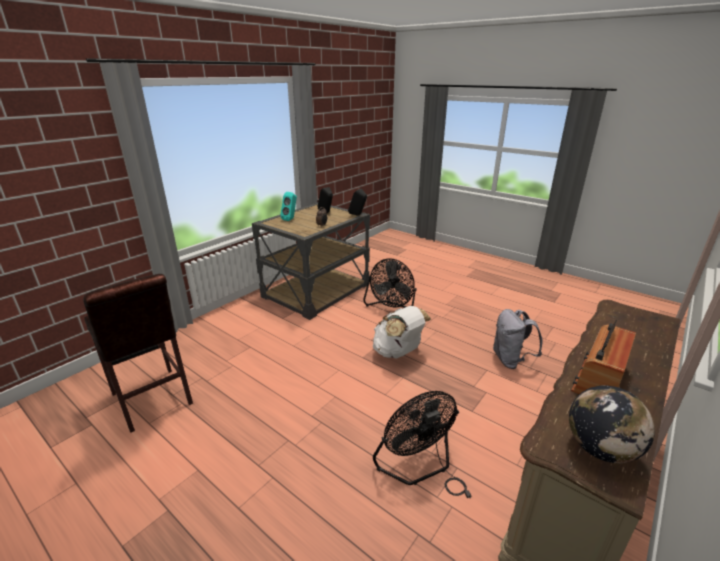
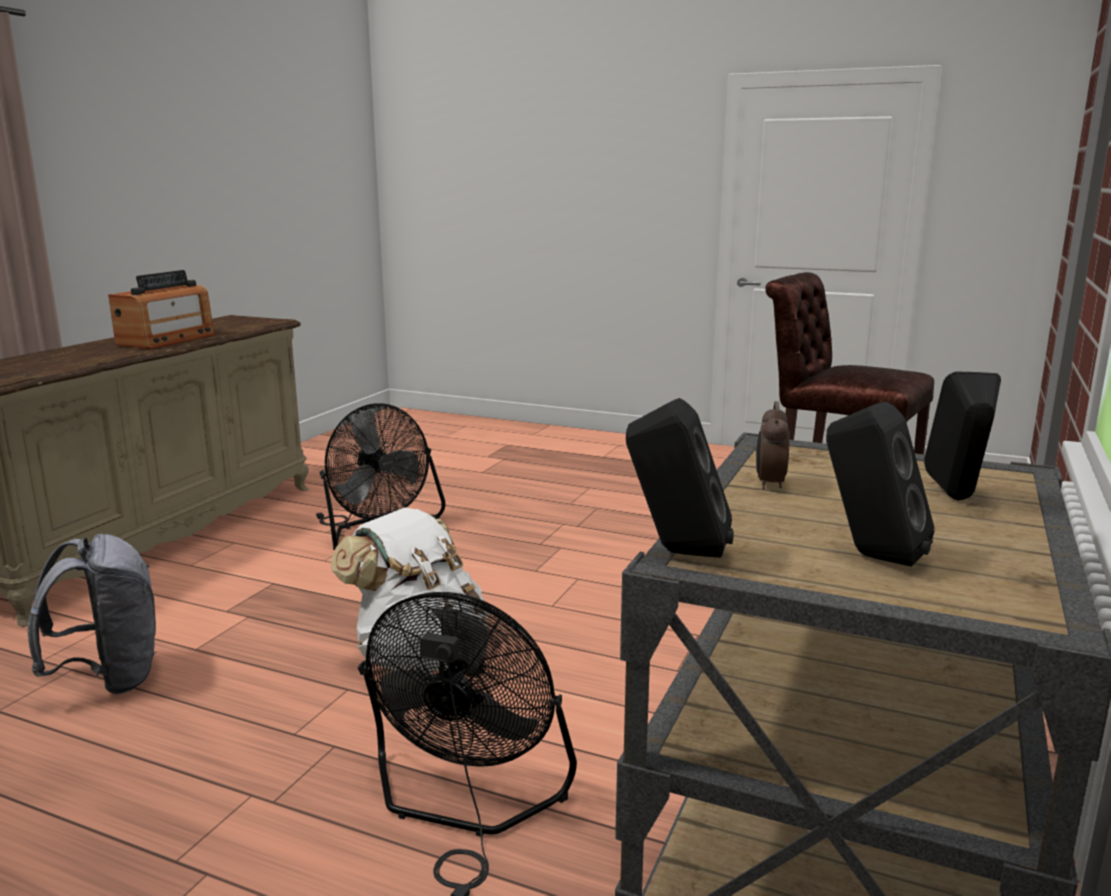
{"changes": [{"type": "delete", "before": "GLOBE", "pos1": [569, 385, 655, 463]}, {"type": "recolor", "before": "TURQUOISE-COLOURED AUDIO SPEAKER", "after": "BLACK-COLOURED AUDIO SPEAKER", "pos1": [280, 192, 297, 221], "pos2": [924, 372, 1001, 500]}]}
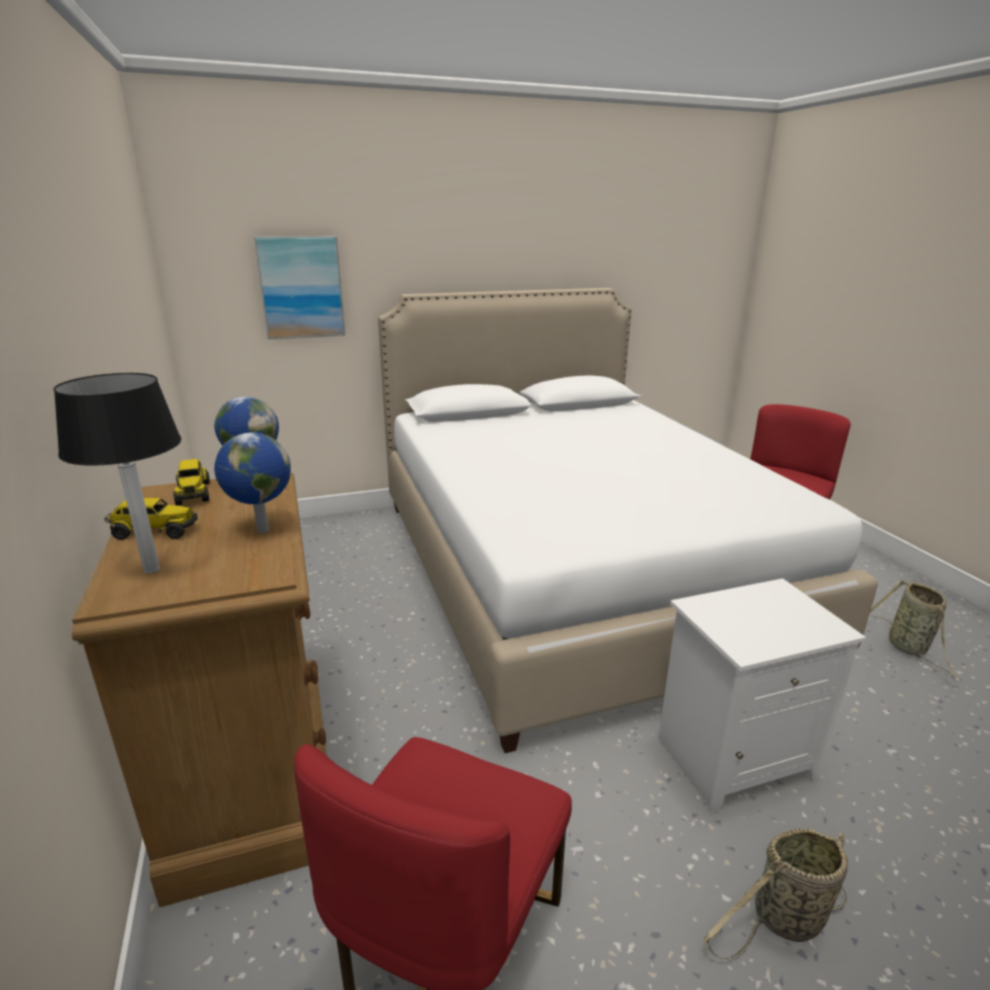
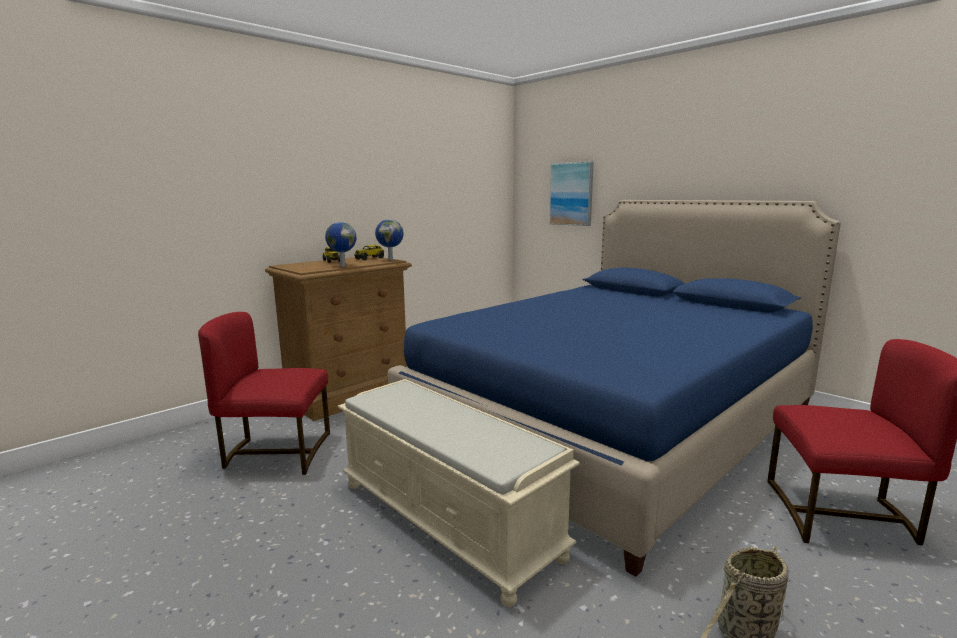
{"changes": [{"type": "delete", "before": "TABLE LAMP", "pos1": [53, 373, 181, 574]}, {"type": "delete", "before": "STORAGE BASKET", "pos1": [703, 829, 848, 961]}, {"type": "replace", "before": "WHITE BEDSIDE TABLE", "after": "BEIGE-COLOURED BENCH", "pos1": [658, 578, 866, 814], "pos2": [338, 379, 580, 607]}, {"type": "recolor", "before": "WHITE BED", "after": "BLUISH BED", "pos1": [378, 288, 878, 753], "pos2": [388, 200, 841, 577]}]}
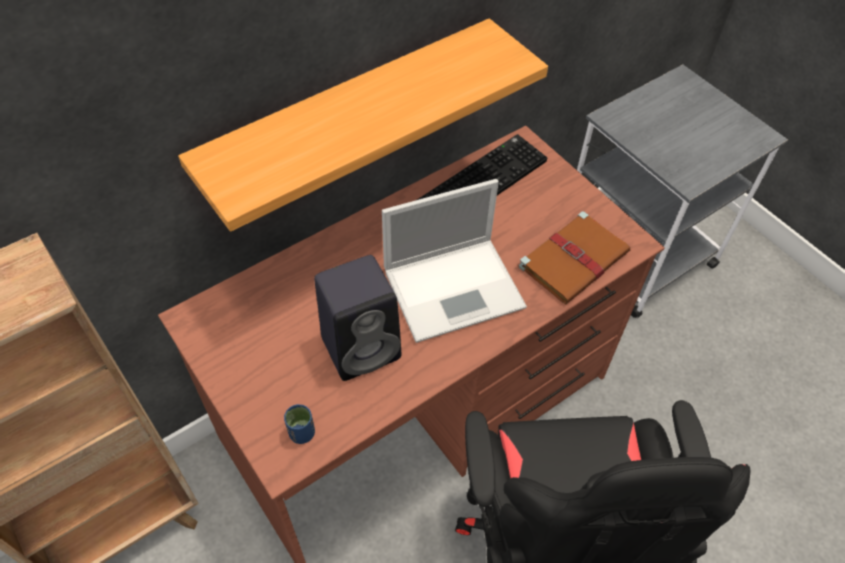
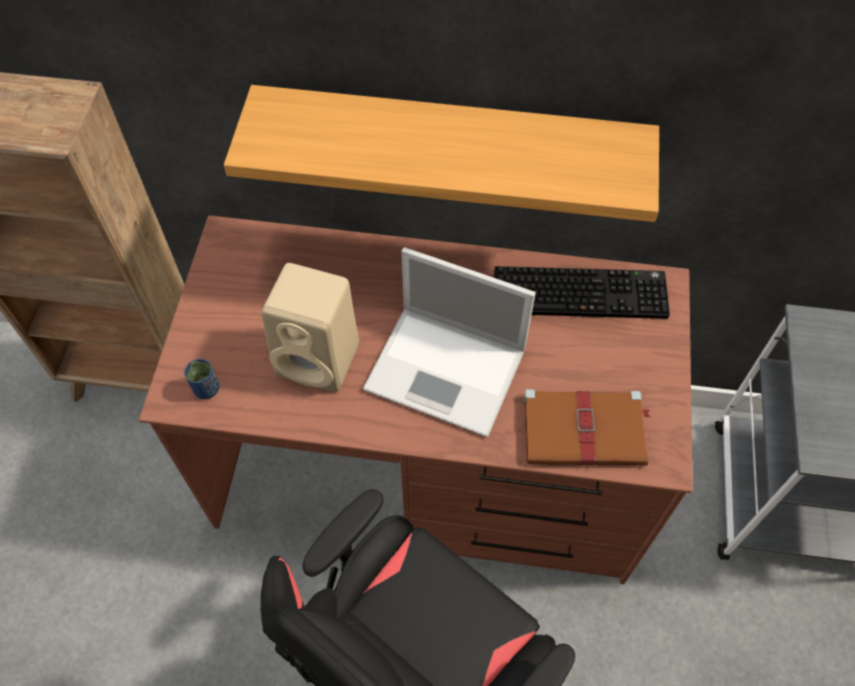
{"changes": [{"type": "recolor", "before": "BLACK-COLOURED AUDIO SPEAKER", "after": "BEIGE-COLOURED AUDIO SPEAKER", "pos1": [314, 255, 401, 381], "pos2": [262, 263, 359, 392]}]}
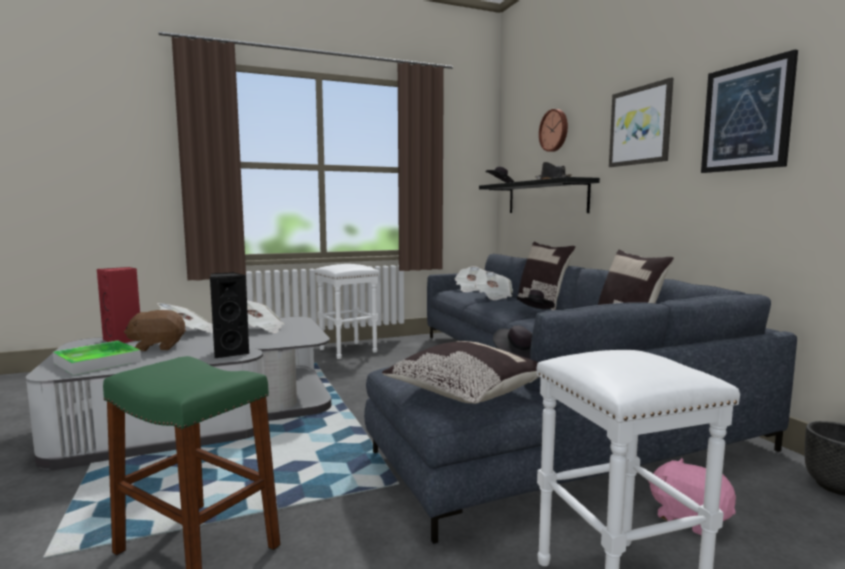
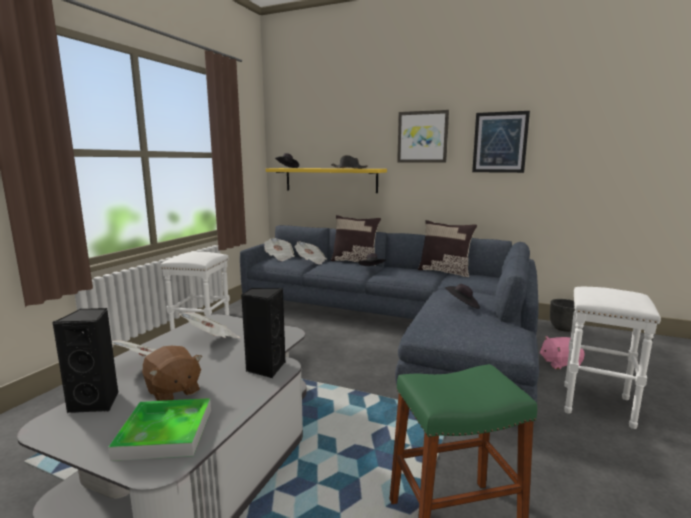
{"changes": [{"type": "delete", "before": "THROW PILLOW", "pos1": [382, 341, 539, 404]}, {"type": "delete", "before": "WALL CLOCK", "pos1": [539, 109, 568, 152]}, {"type": "recolor", "before": "RED AUDIO SPEAKER", "after": "BLACK-COLOURED AUDIO SPEAKER", "pos1": [97, 267, 140, 343], "pos2": [52, 308, 119, 414]}, {"type": "recolor", "before": "BLACK-COLOURED BRACKET SHELF", "after": "YELLOW-COLOURED BRACKET SHELF", "pos1": [479, 177, 600, 213], "pos2": [266, 168, 387, 193]}, {"type": "rotate", "before": "BROWN-COLOURED CUDDLY TOY", "pos1": [124, 310, 186, 351], "pos2": [142, 346, 202, 401], "turn": -75}]}
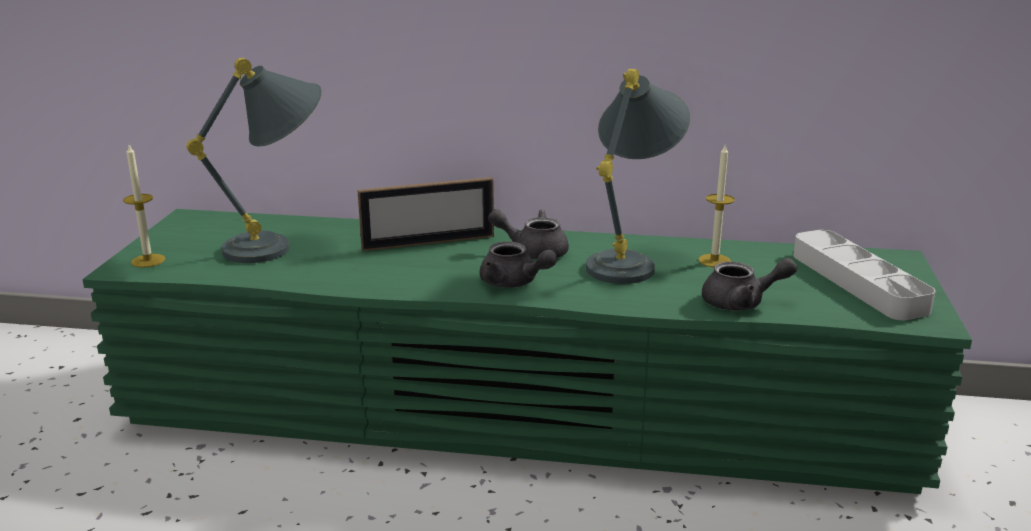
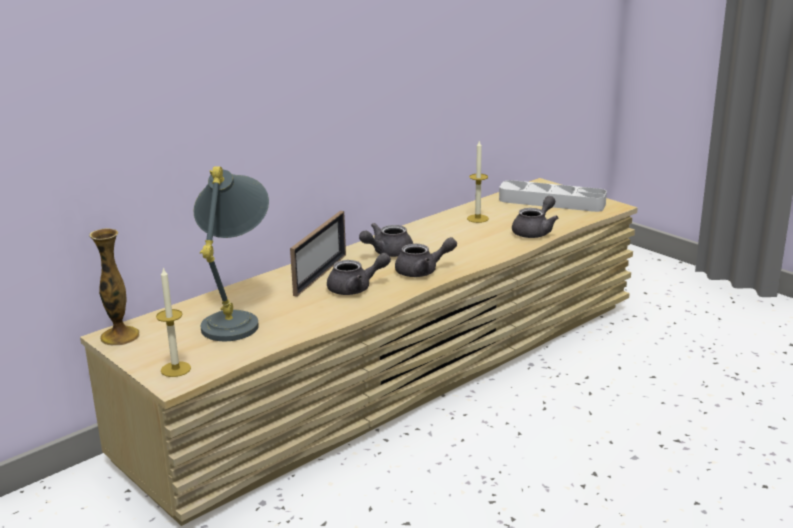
{"changes": [{"type": "delete", "before": "GRAY TABLE LAMP", "pos1": [586, 69, 690, 284]}, {"type": "insert", "after": "VASE", "pos2": [89, 228, 140, 346]}, {"type": "insert", "after": "GRAY TEAPOT", "pos2": [327, 253, 391, 295]}, {"type": "recolor", "before": "GREEN TV UNIT", "after": "BEIGE-COLOURED TV UNIT", "pos1": [82, 209, 972, 494], "pos2": [80, 178, 638, 526]}]}
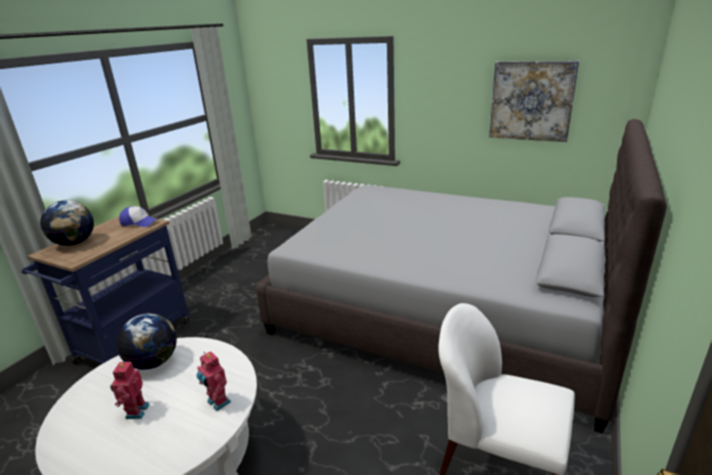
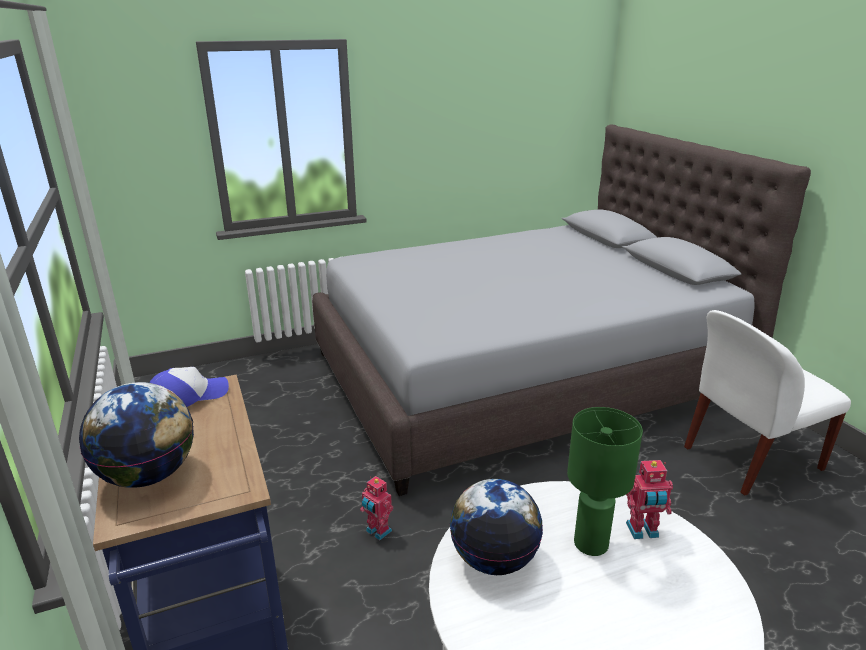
{"changes": [{"type": "delete", "before": "WALL PICTURE", "pos1": [489, 61, 579, 142]}, {"type": "insert", "after": "GREEN TABLE LAMP", "pos2": [567, 407, 643, 556]}, {"type": "move", "before": "TOY ROBOT", "pos1": [110, 359, 150, 419], "pos2": [360, 476, 393, 541]}]}
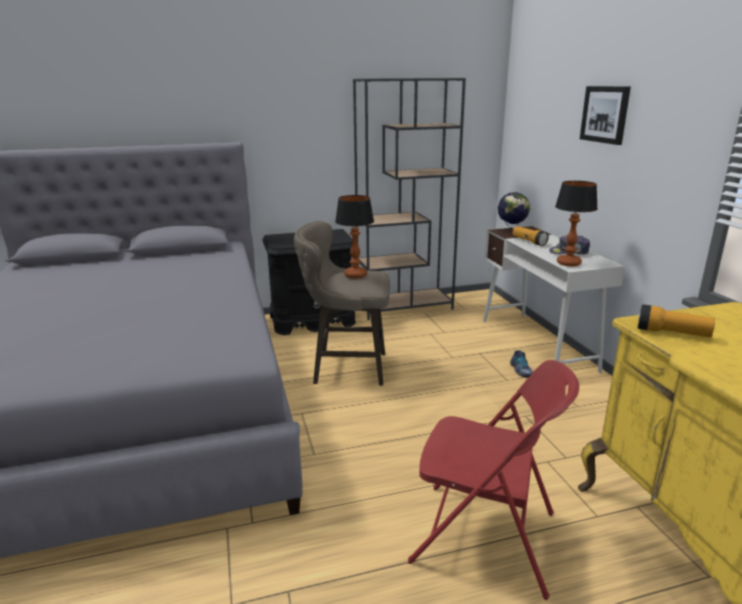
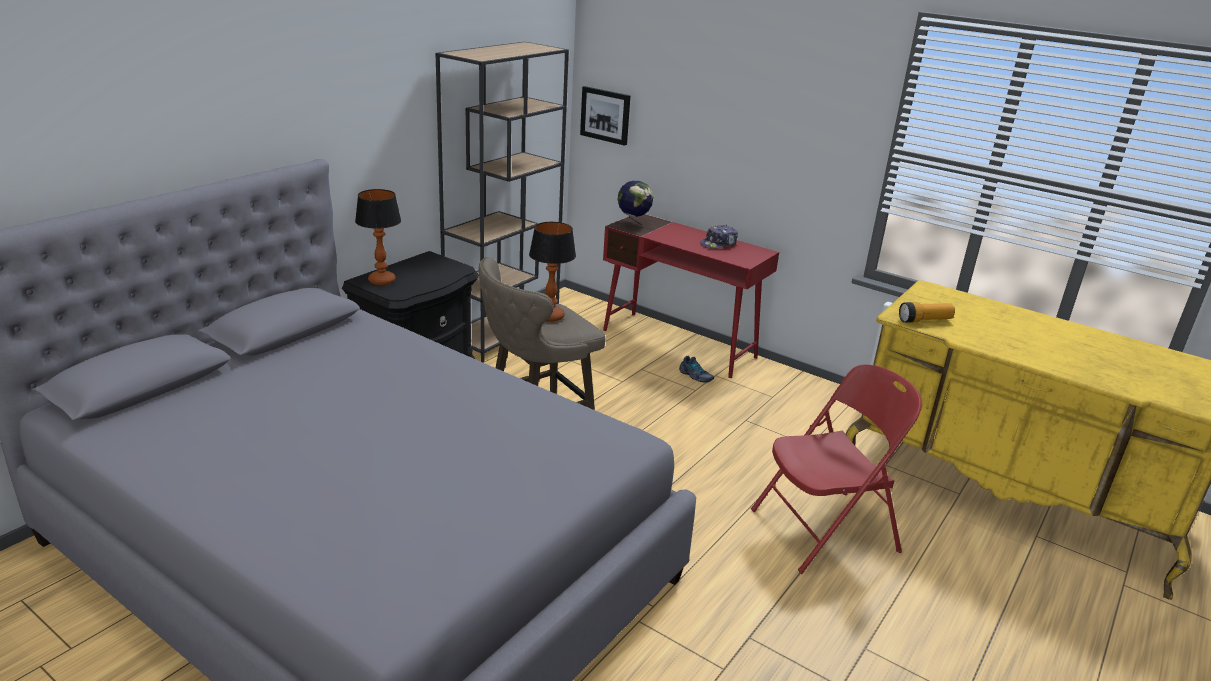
{"changes": [{"type": "delete", "before": "TORCH", "pos1": [513, 226, 549, 246]}, {"type": "move", "before": "TABLE LAMP", "pos1": [555, 181, 598, 266], "pos2": [355, 189, 401, 285]}, {"type": "move", "before": "WALL PICTURE", "pos1": [580, 86, 631, 145], "pos2": [580, 86, 630, 146]}, {"type": "recolor", "before": "WHITE DESK TABLE", "after": "RED DESK TABLE", "pos1": [483, 226, 625, 373], "pos2": [603, 214, 779, 378]}]}
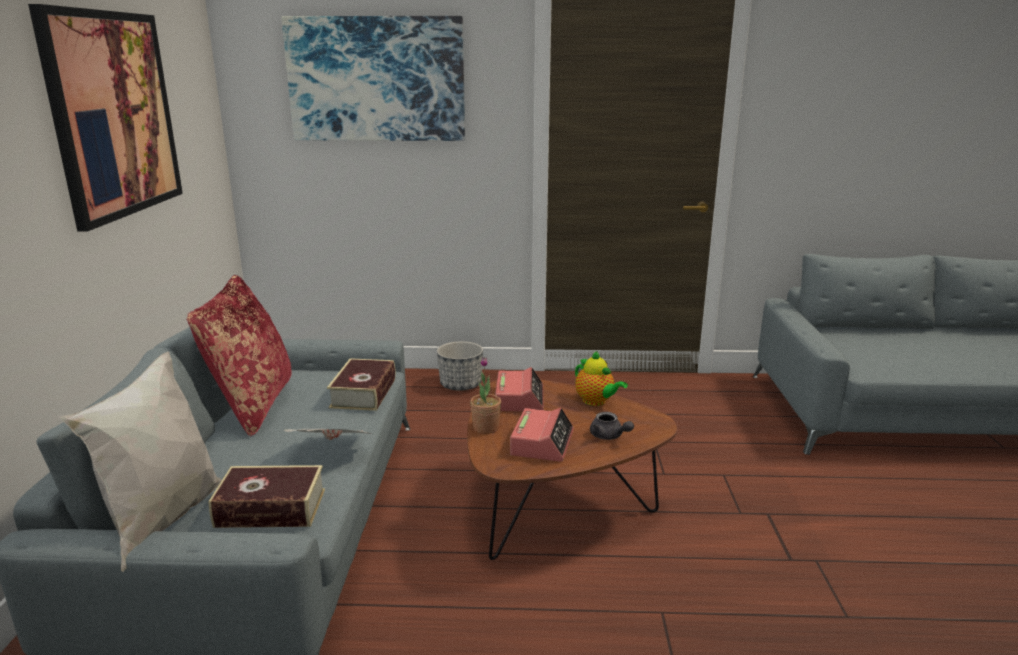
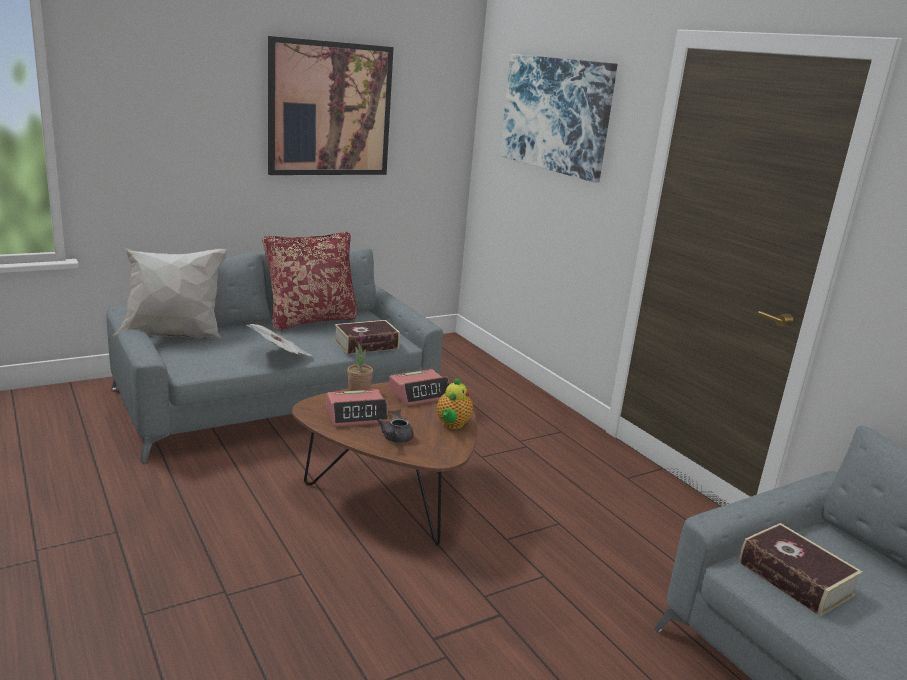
{"changes": [{"type": "delete", "before": "PLANT POT", "pos1": [437, 341, 483, 391]}, {"type": "move", "before": "BOUND BOOK", "pos1": [208, 465, 325, 528], "pos2": [739, 523, 863, 616]}]}
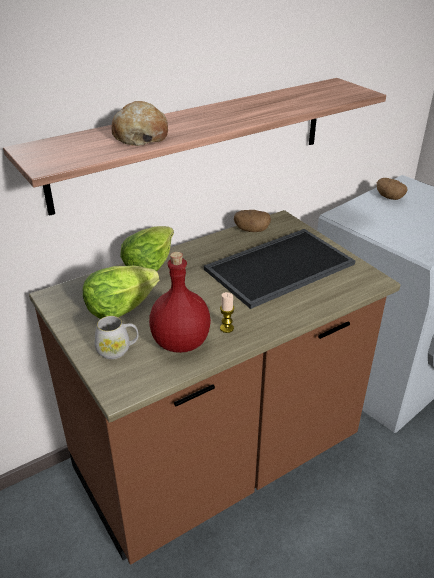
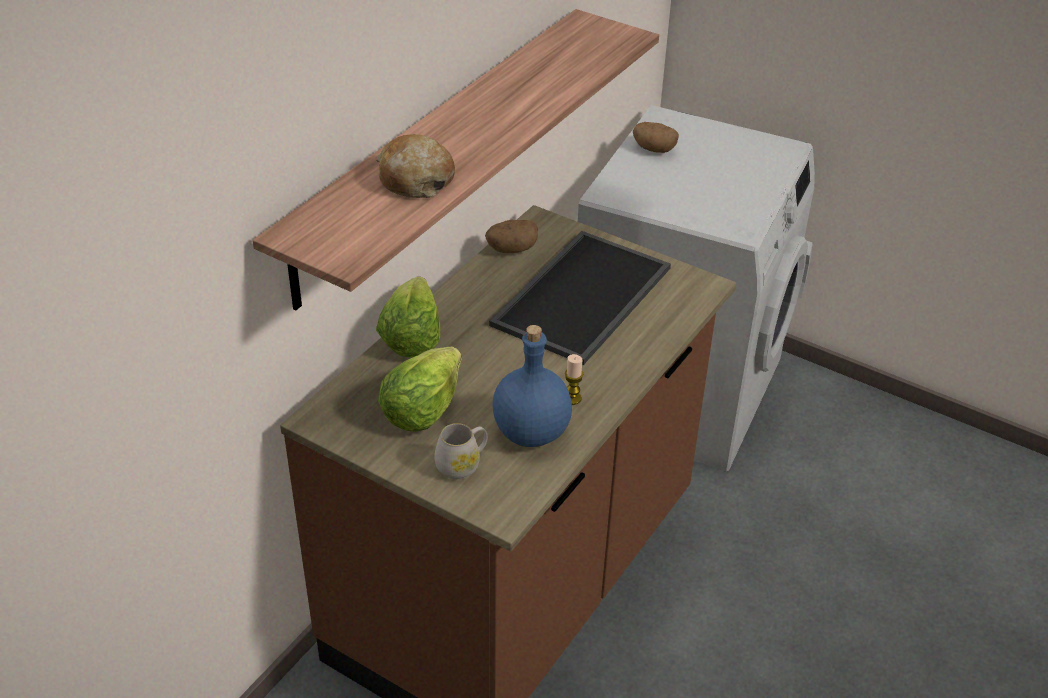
{"changes": [{"type": "recolor", "before": "RED DRINK BOTTLE", "after": "BLUISH DRINK BOTTLE", "pos1": [149, 252, 211, 353], "pos2": [492, 325, 572, 447]}]}
